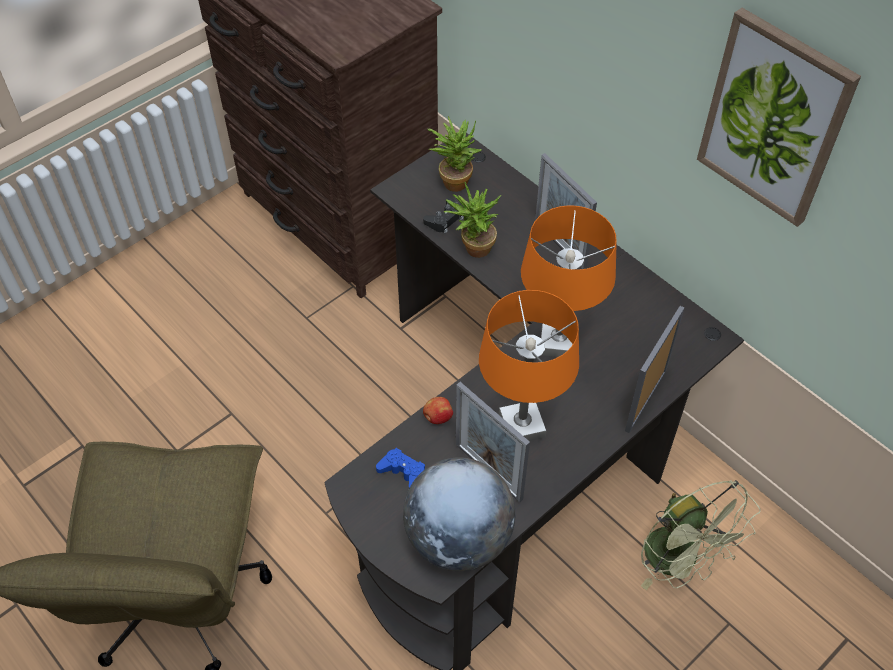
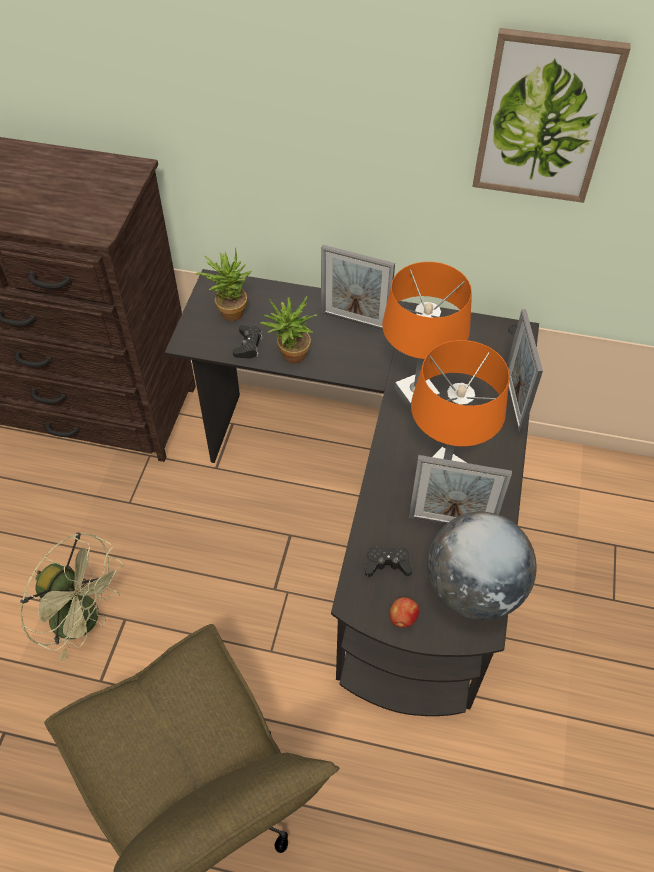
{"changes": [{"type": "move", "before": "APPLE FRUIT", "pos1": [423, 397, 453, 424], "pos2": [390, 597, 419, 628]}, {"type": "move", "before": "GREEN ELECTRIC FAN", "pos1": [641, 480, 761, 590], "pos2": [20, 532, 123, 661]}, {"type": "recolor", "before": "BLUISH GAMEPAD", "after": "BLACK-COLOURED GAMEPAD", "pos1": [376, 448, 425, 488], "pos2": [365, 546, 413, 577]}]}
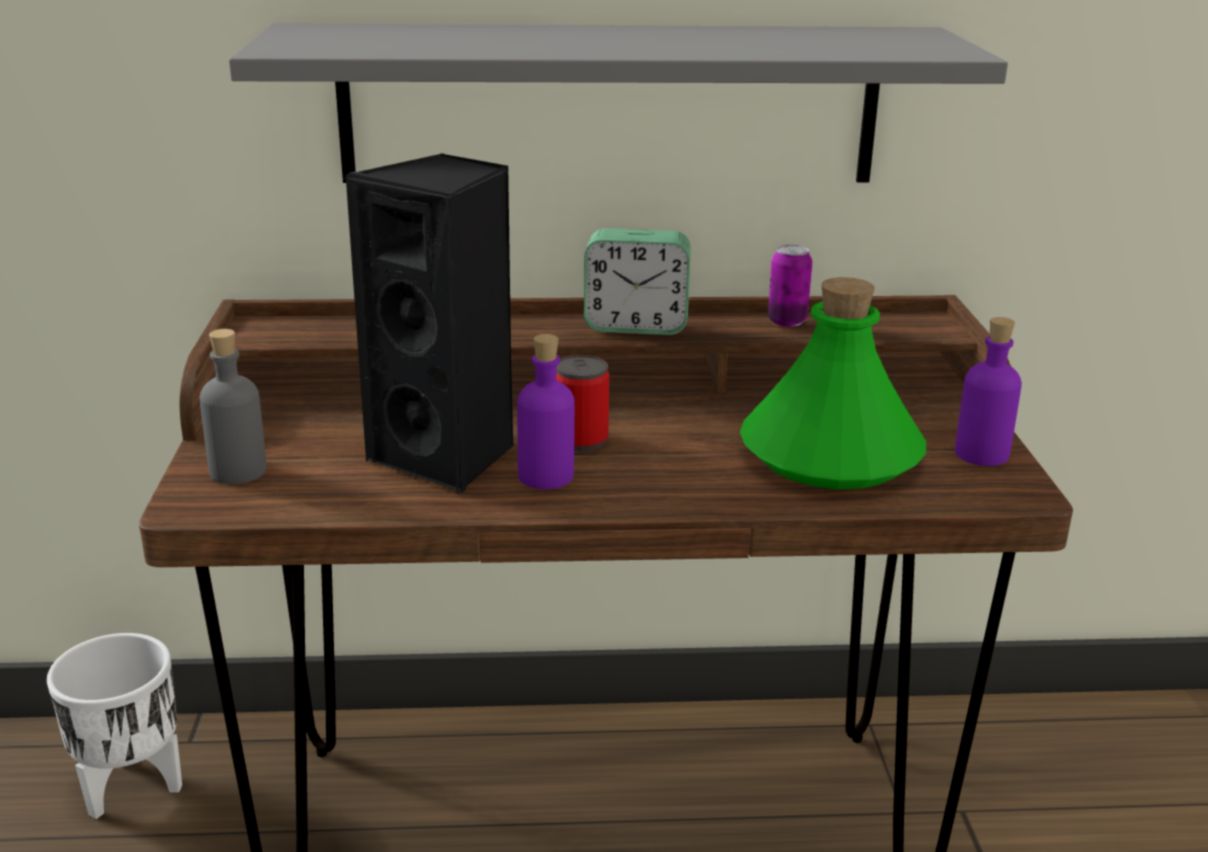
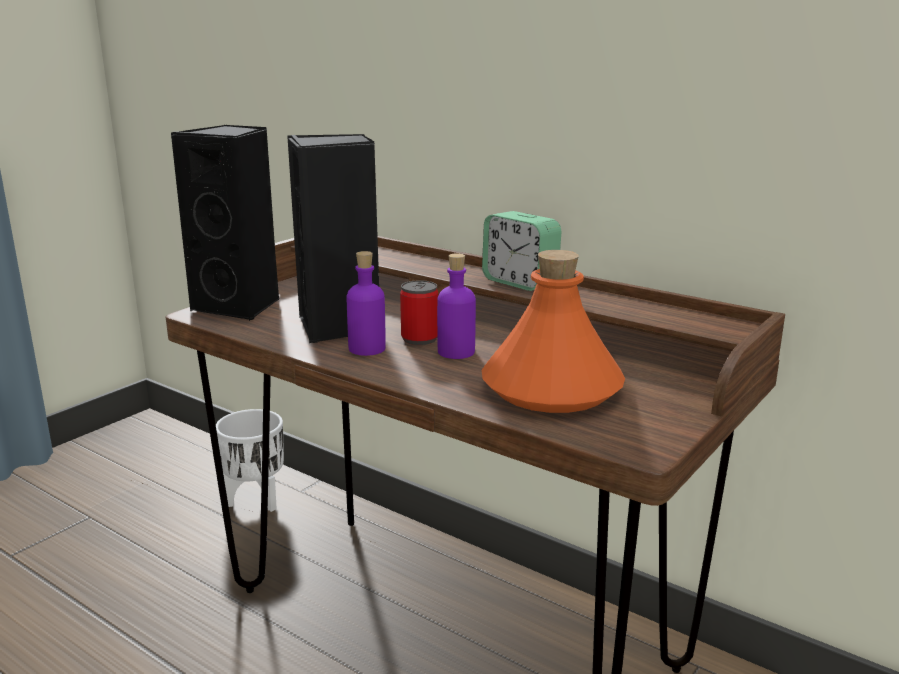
{"changes": [{"type": "delete", "before": "GRAY BRACKET SHELF", "pos1": [229, 23, 1008, 183]}, {"type": "delete", "before": "CAN", "pos1": [768, 244, 813, 327]}, {"type": "move", "before": "PURPLISH DRINK BOTTLE", "pos1": [955, 317, 1022, 466], "pos2": [437, 253, 476, 359]}, {"type": "replace", "before": "GRAY DRINK BOTTLE", "after": "BLACK-COLOURED AUDIO SPEAKER", "pos1": [199, 329, 266, 484], "pos2": [171, 125, 279, 321]}, {"type": "recolor", "before": "GREEN DRINK BOTTLE", "after": "ORANGE-COLOURED DRINK BOTTLE", "pos1": [740, 277, 926, 489], "pos2": [482, 250, 625, 413]}]}
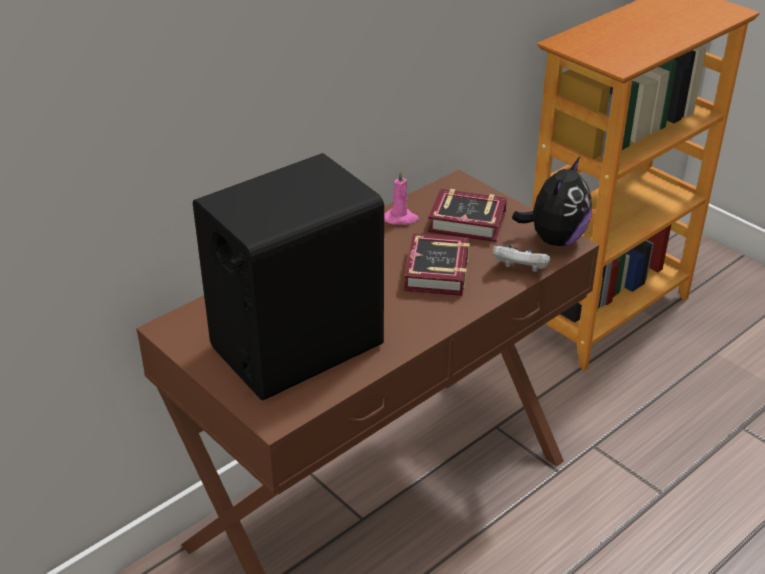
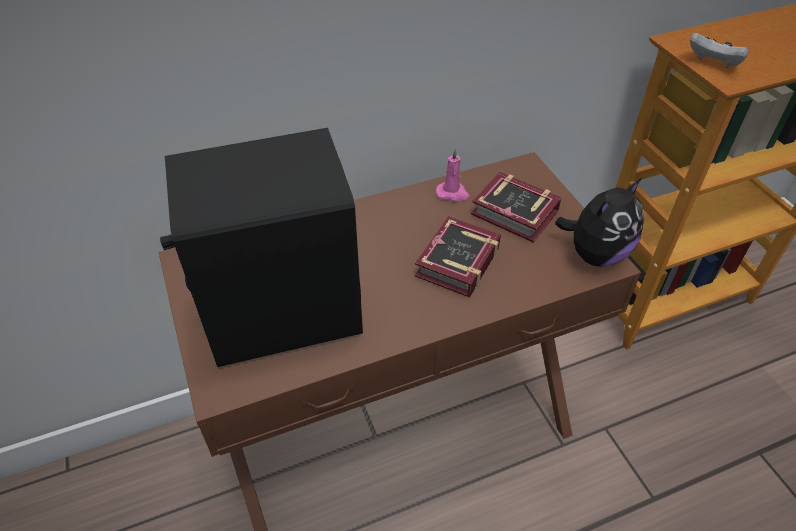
{"changes": [{"type": "move", "before": "WHITE GAMEPAD", "pos1": [493, 244, 550, 272], "pos2": [690, 33, 749, 68]}]}
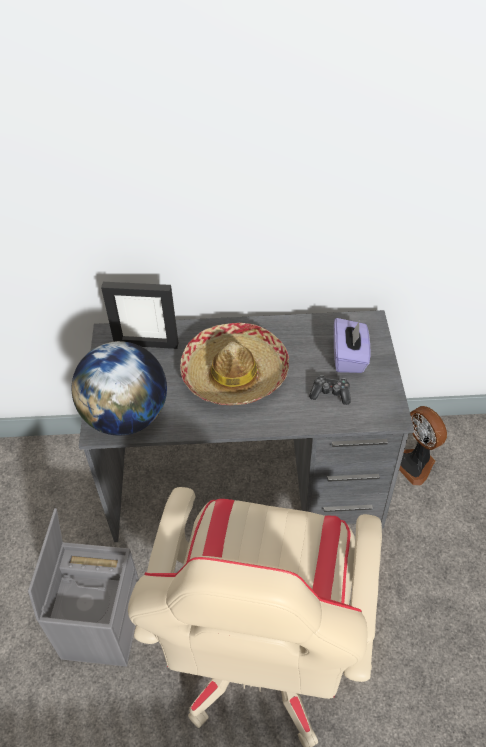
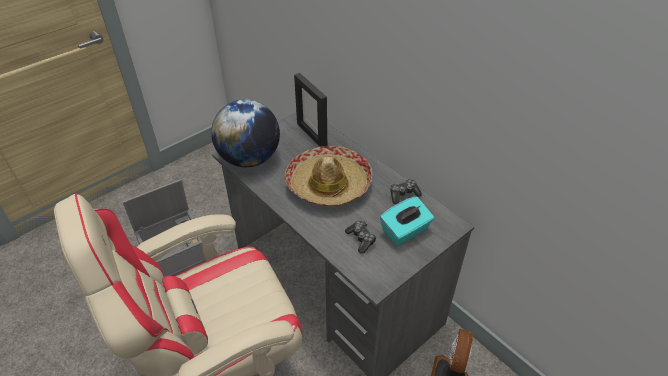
{"changes": [{"type": "insert", "after": "GAMEPAD", "pos2": [390, 179, 422, 204]}, {"type": "recolor", "before": "PURPLISH BOX OF TISSUES", "after": "TURQUOISE-COLOURED BOX OF TISSUES", "pos1": [334, 318, 370, 373], "pos2": [380, 197, 434, 246]}]}
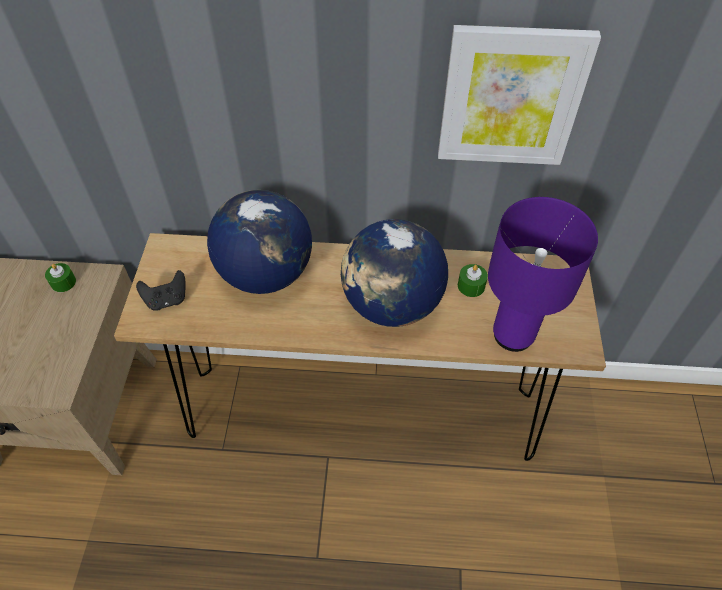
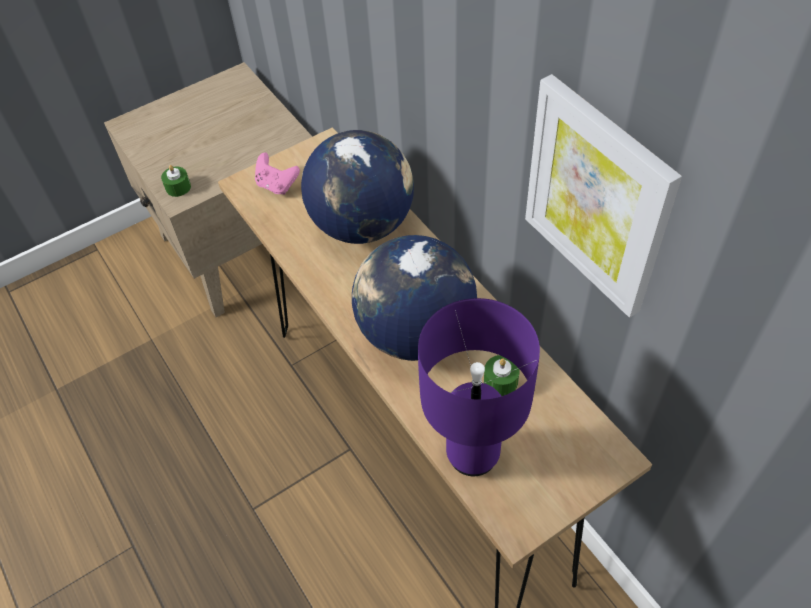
{"changes": [{"type": "move", "before": "GREEN WAX LIGHT", "pos1": [45, 263, 76, 292], "pos2": [161, 165, 191, 197]}, {"type": "recolor", "before": "BLACK-COLOURED GAMEPAD", "after": "PINK-COLOURED GAMEPAD", "pos1": [136, 270, 186, 311], "pos2": [255, 152, 300, 195]}]}
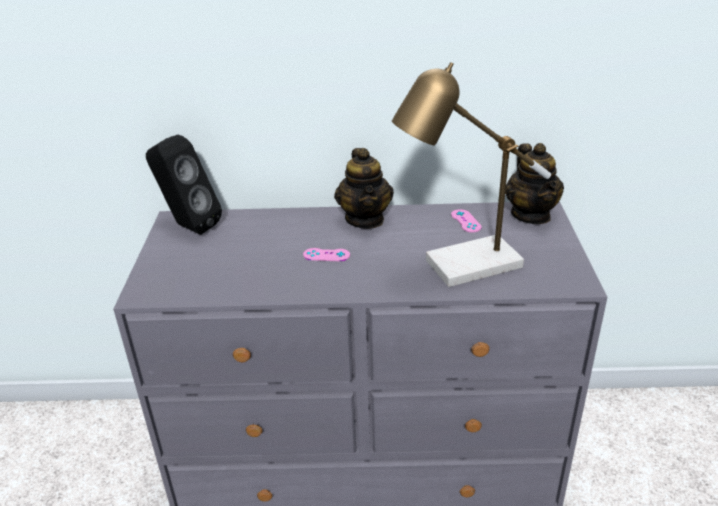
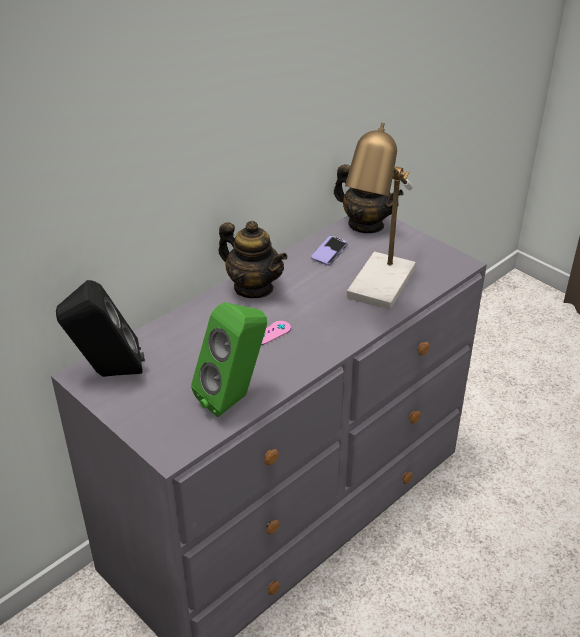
{"changes": [{"type": "insert", "after": "GREEN AUDIO SPEAKER", "pos2": [191, 302, 267, 417]}, {"type": "replace", "before": "PINK-COLOURED GAMEPAD", "after": "TELEPHONE", "pos1": [451, 209, 482, 233], "pos2": [311, 236, 348, 266]}]}
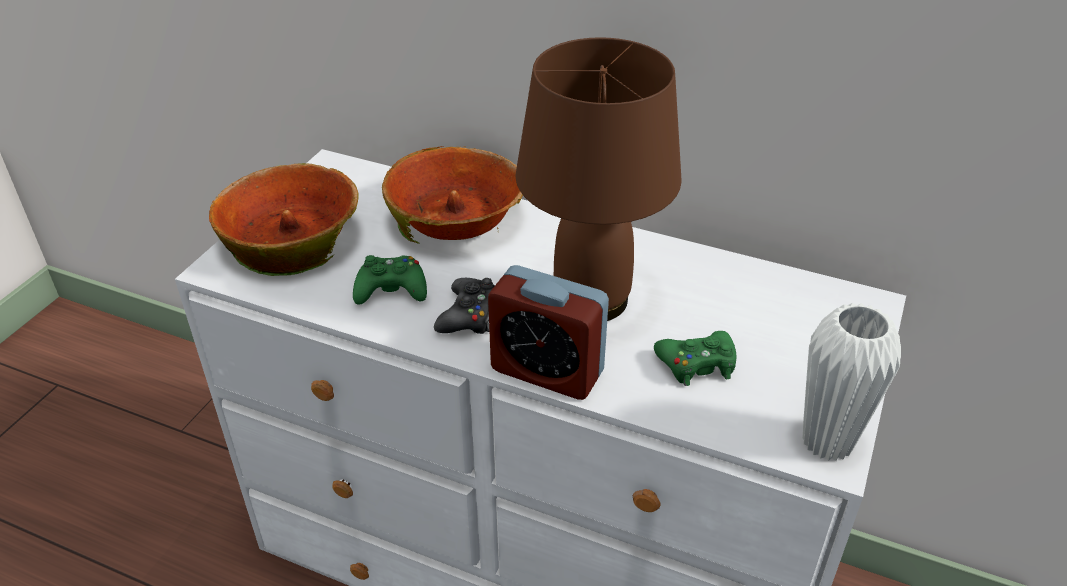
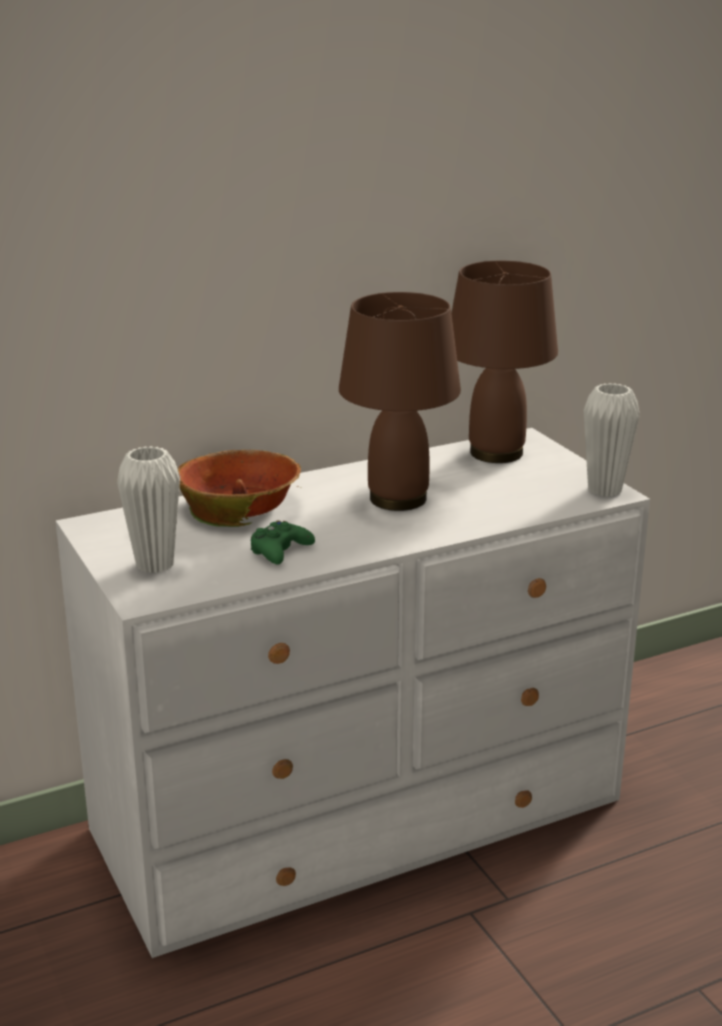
{"changes": [{"type": "delete", "before": "BLACK-COLOURED GAMEPAD", "pos1": [434, 278, 495, 334]}, {"type": "delete", "before": "BEDSIDE CLOCK", "pos1": [488, 265, 609, 400]}, {"type": "delete", "before": "GREEN GAMEPAD", "pos1": [654, 331, 736, 386]}, {"type": "insert", "after": "BROWN-COLOURED TABLE LAMP", "pos2": [451, 261, 558, 463]}, {"type": "replace", "before": "SERVING BOWL", "after": "WHITE VASE", "pos1": [209, 163, 359, 276], "pos2": [117, 446, 180, 573]}]}
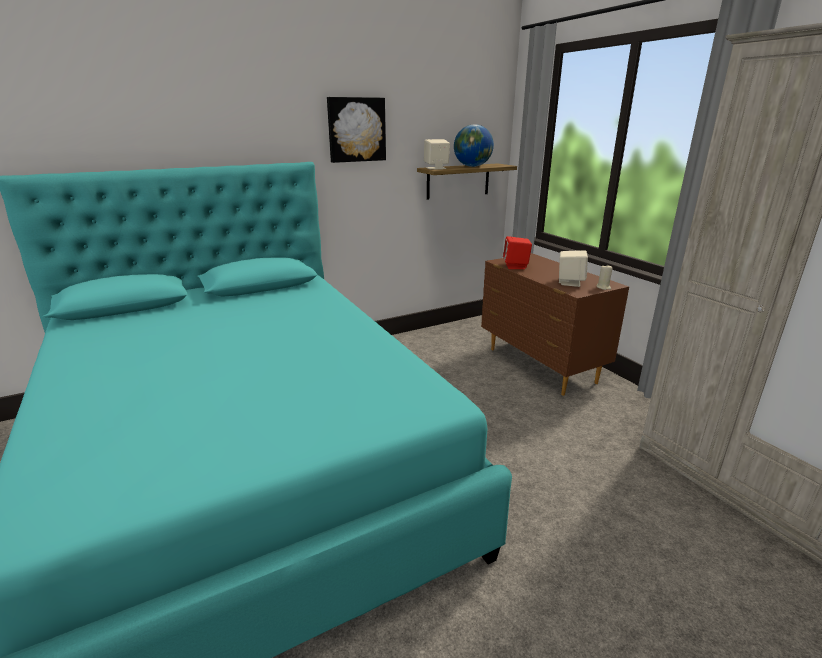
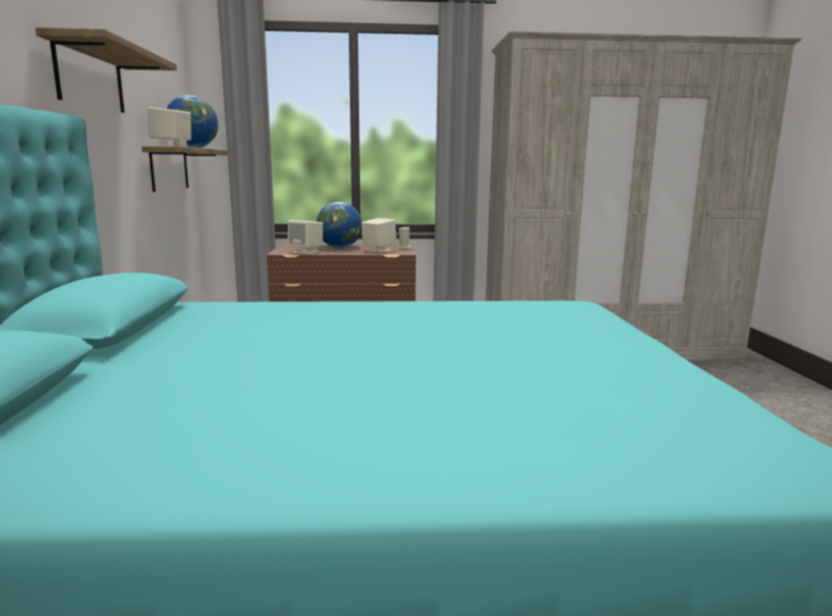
{"changes": [{"type": "insert", "after": "GLOBE", "pos2": [316, 202, 362, 248]}, {"type": "replace", "before": "WALL PICTURE", "after": "BRACKET SHELF", "pos1": [327, 97, 386, 163], "pos2": [35, 27, 177, 113]}, {"type": "recolor", "before": "RED AUDIO SPEAKER", "after": "BEIGE-COLOURED AUDIO SPEAKER", "pos1": [503, 236, 532, 269], "pos2": [288, 220, 323, 254]}]}
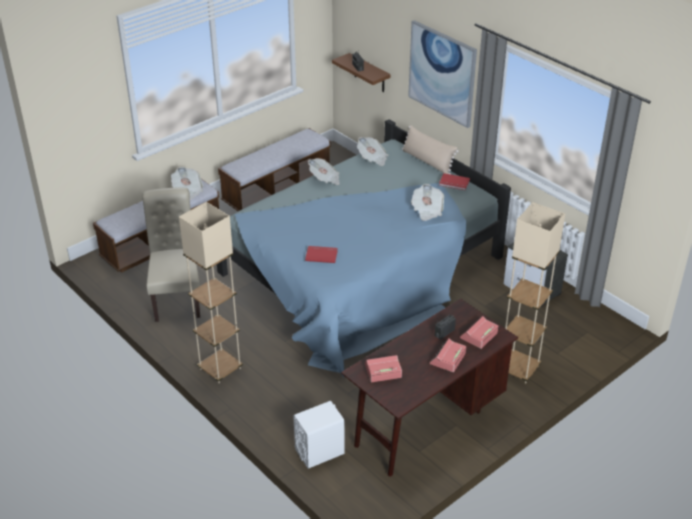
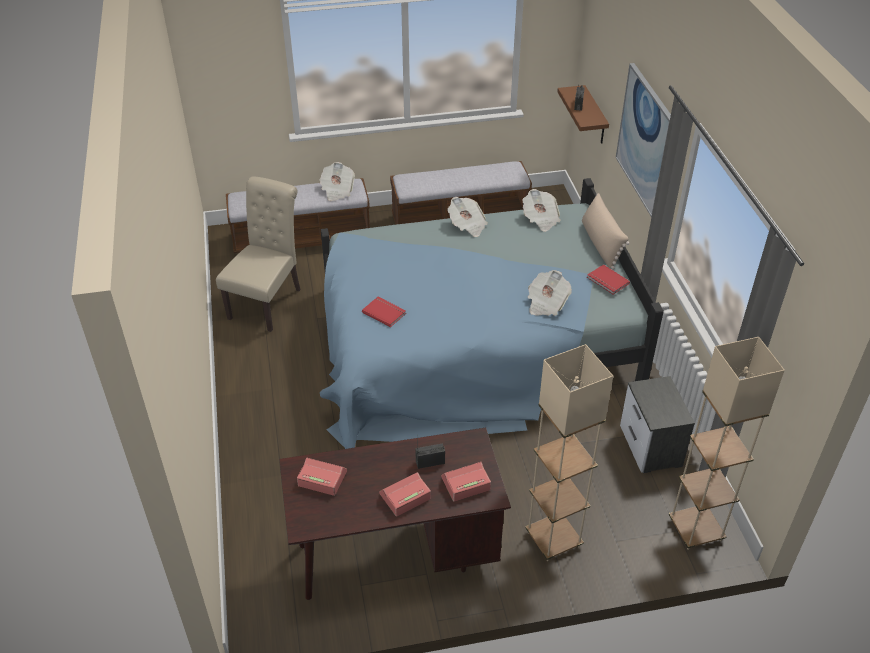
{"changes": [{"type": "delete", "before": "WHITE AUDIO SPEAKER", "pos1": [293, 401, 345, 469]}, {"type": "move", "before": "BEIGE-COLOURED STANDING LAMP", "pos1": [179, 202, 243, 383], "pos2": [669, 337, 785, 550]}]}
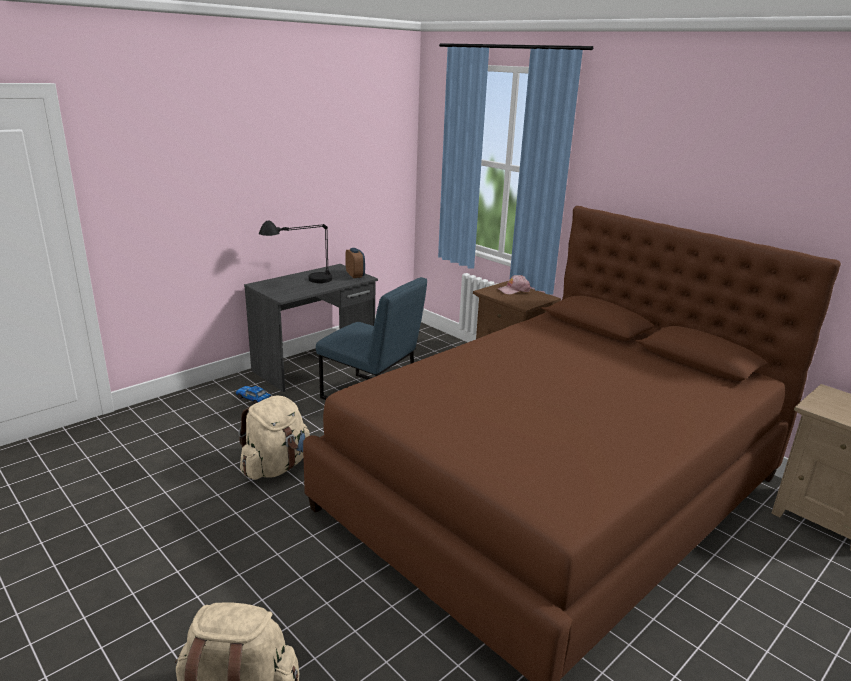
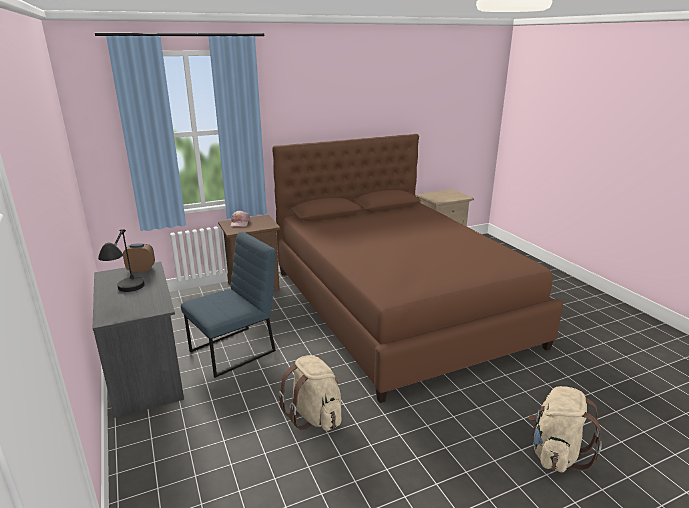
{"changes": [{"type": "delete", "before": "MINIATURE CAR", "pos1": [235, 386, 271, 404]}]}
